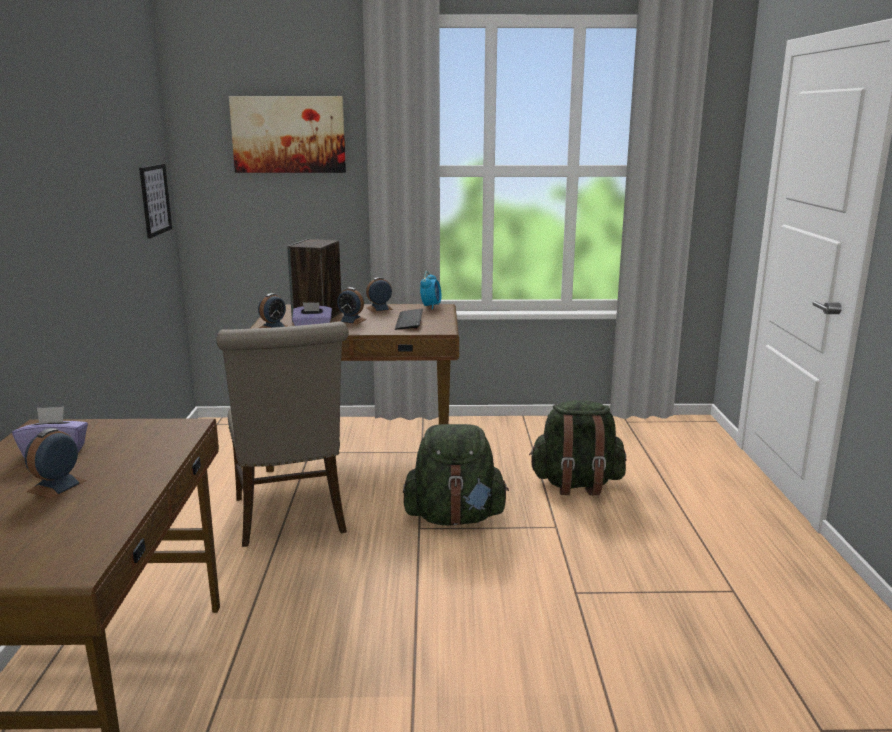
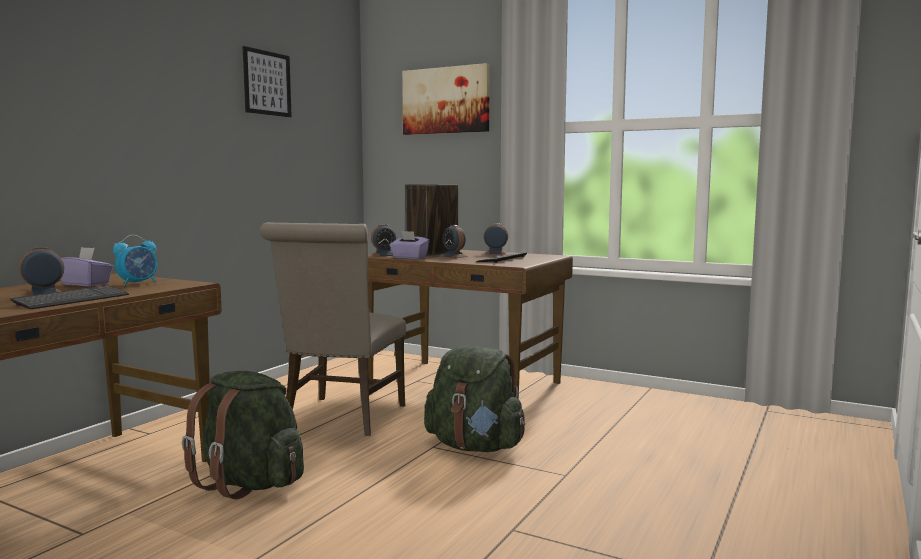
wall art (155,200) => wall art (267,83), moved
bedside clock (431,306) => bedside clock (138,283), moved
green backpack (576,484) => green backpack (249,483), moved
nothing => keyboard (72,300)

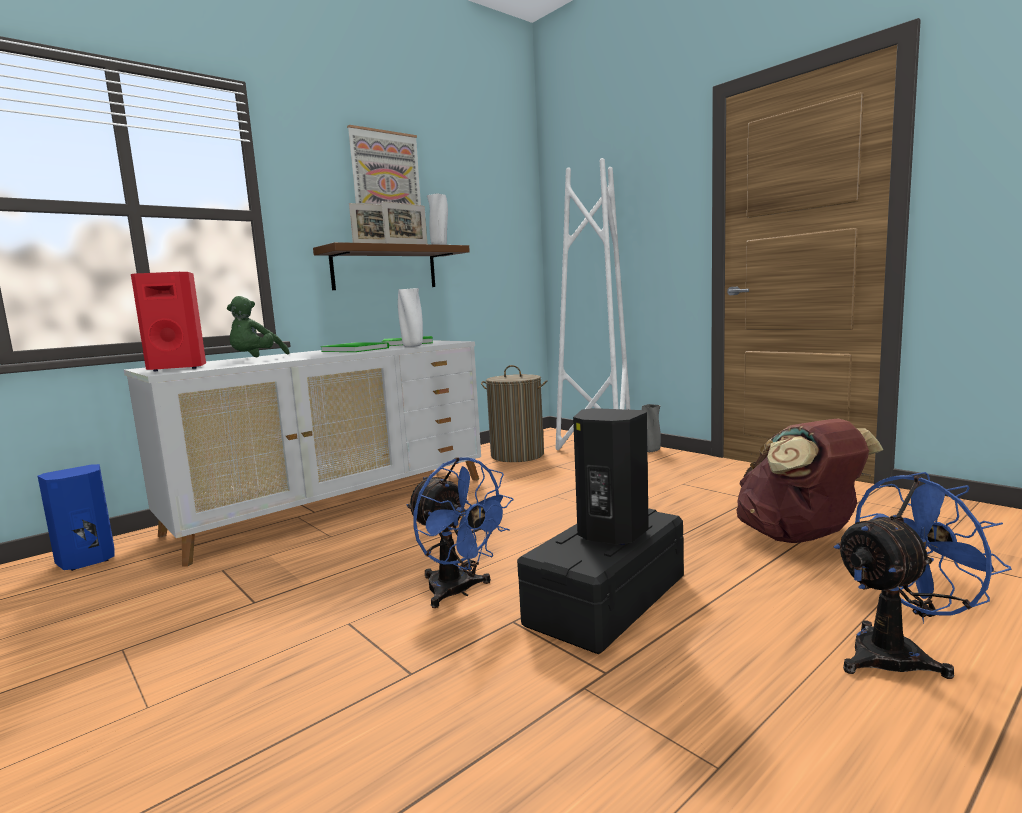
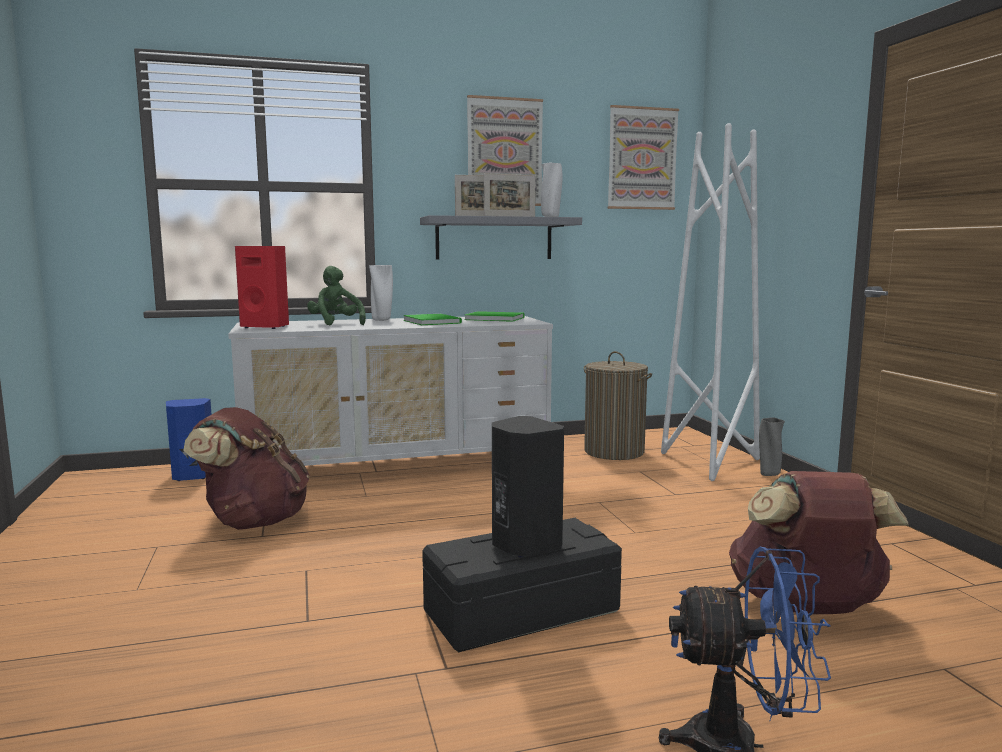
green soft toy (256,359) => green soft toy (336,324), 105 degrees clockwise
brownish bracket shelf (384,268) => greyish bracket shelf (494,238)
white-coloured flower vase (412,346) => white-coloured flower vase (382,320), moved
bluish cooling fan (458,592) => nothing
nothing => brownish backpack (253,521)
nothing => wall art (642,159)

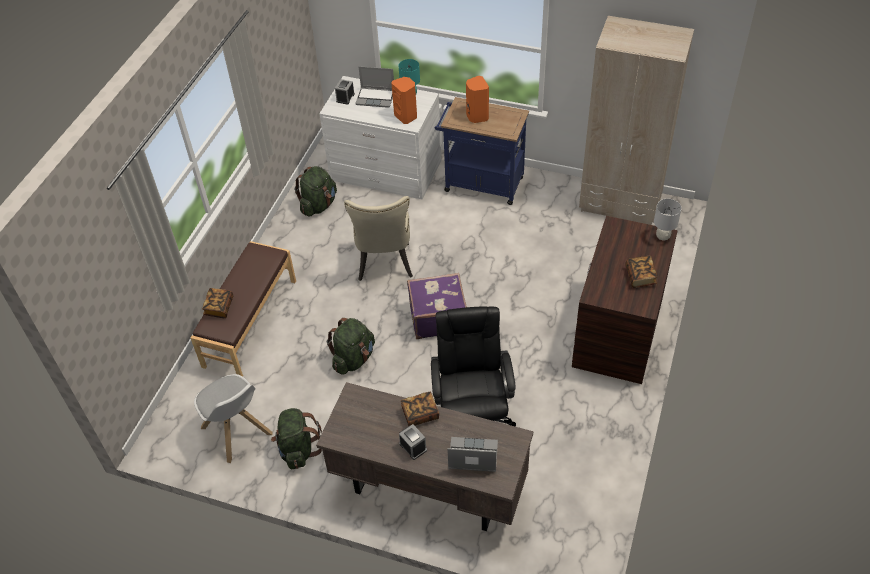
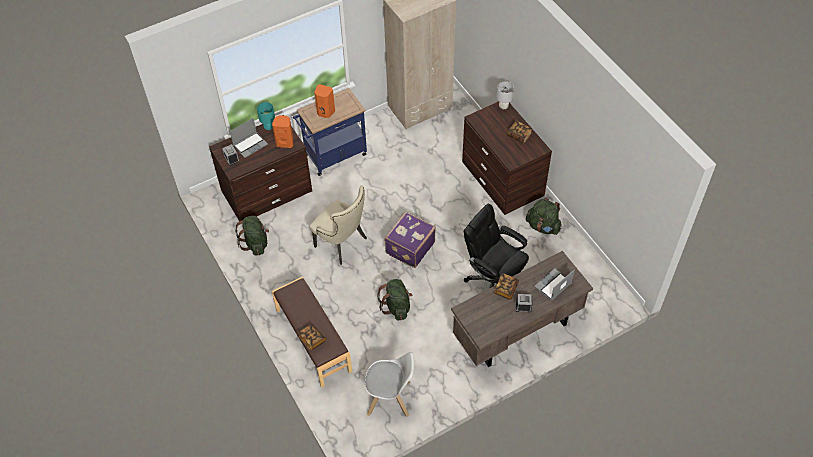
green backpack (298,449) => green backpack (543,226), moved
white-coloured chest of drawers (386,170) => brownish chest of drawers (266,190)

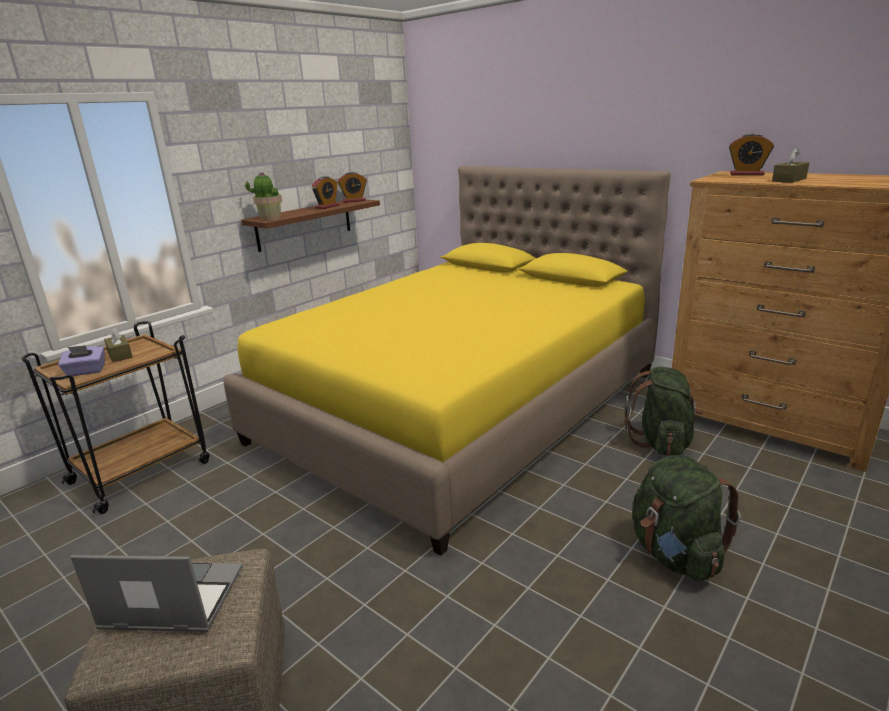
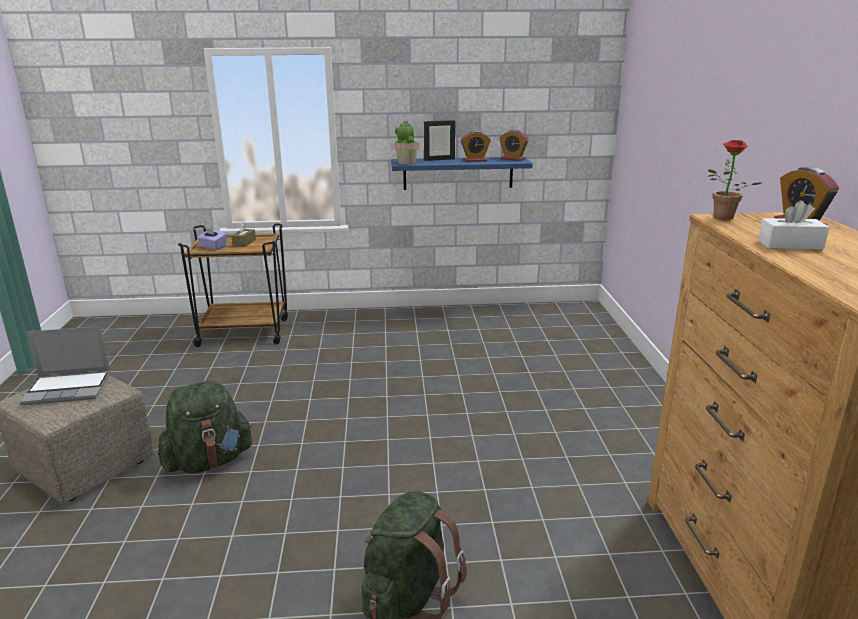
notebook computer (171,601) => notebook computer (69,388), 120 degrees clockwise
yellowish bedroom bed (462,406) => nothing
brownish bracket shelf (304,224) => bluish bracket shelf (458,173)
green backpack (661,442) => green backpack (209,461), moved
brownish tissue holder (789,180) => white-coloured tissue holder (790,244)
nothing => picture frame (439,159)
nothing => houseplant (721,218)

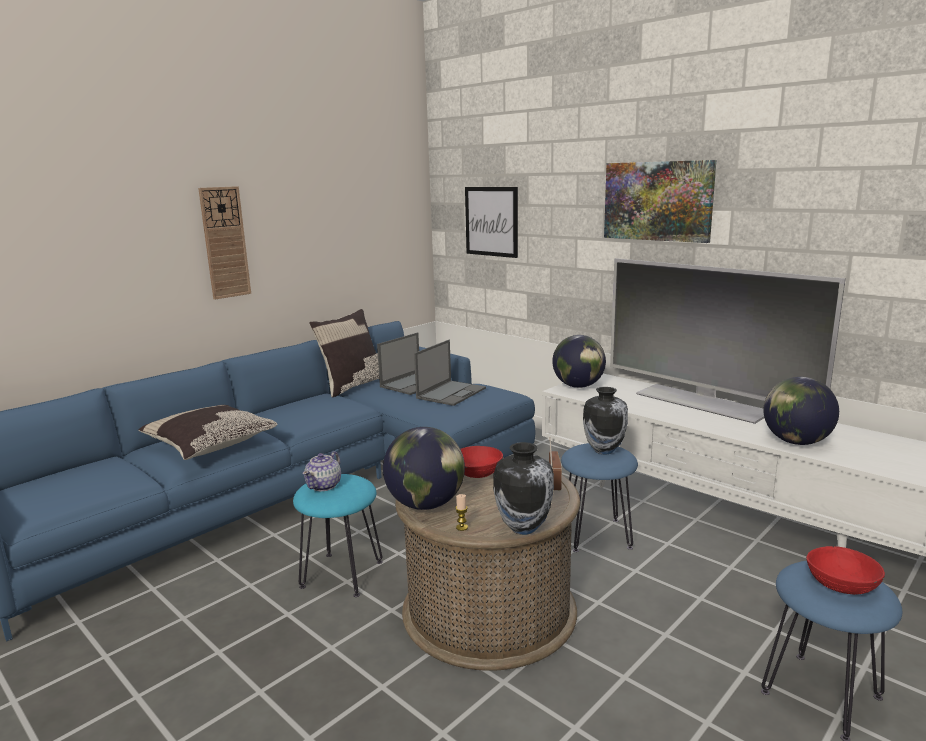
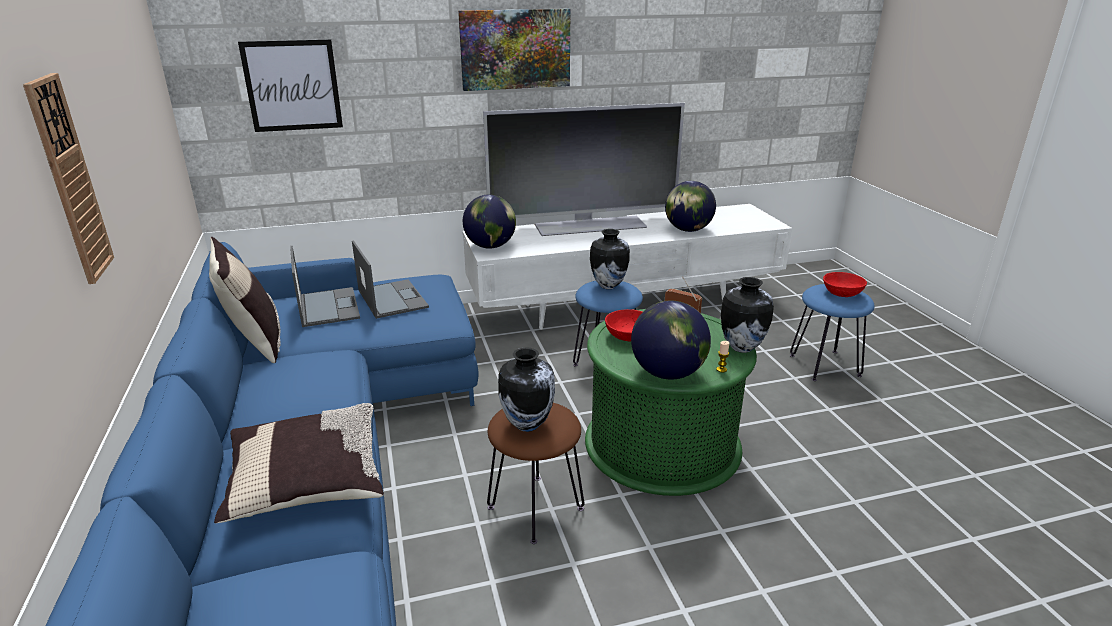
turquoise-coloured sitting stool (342,574) => brownish sitting stool (535,508)
tea pot (324,485) => flower vase (527,424)
brownish coffee table (489,609) => green coffee table (662,444)

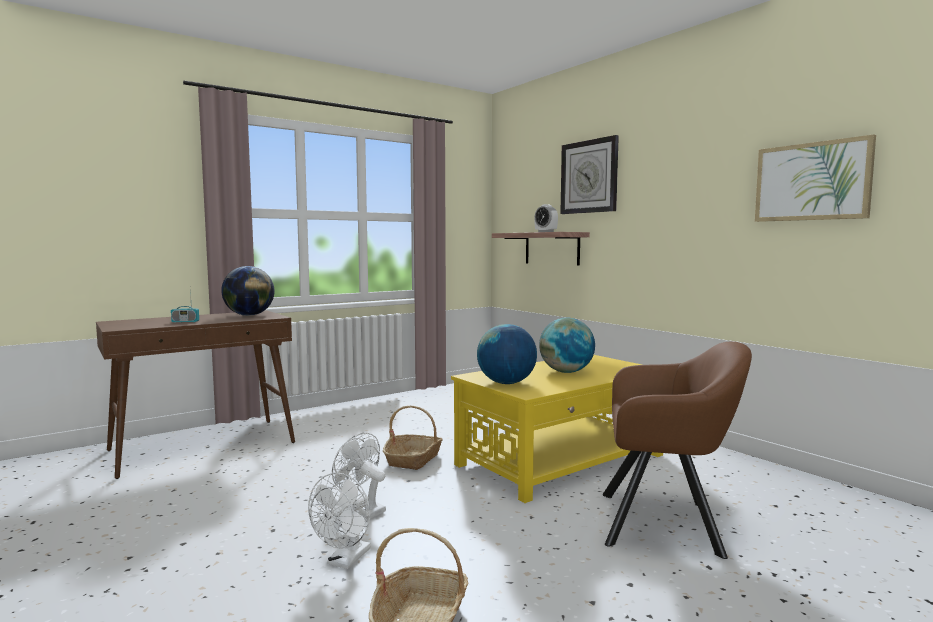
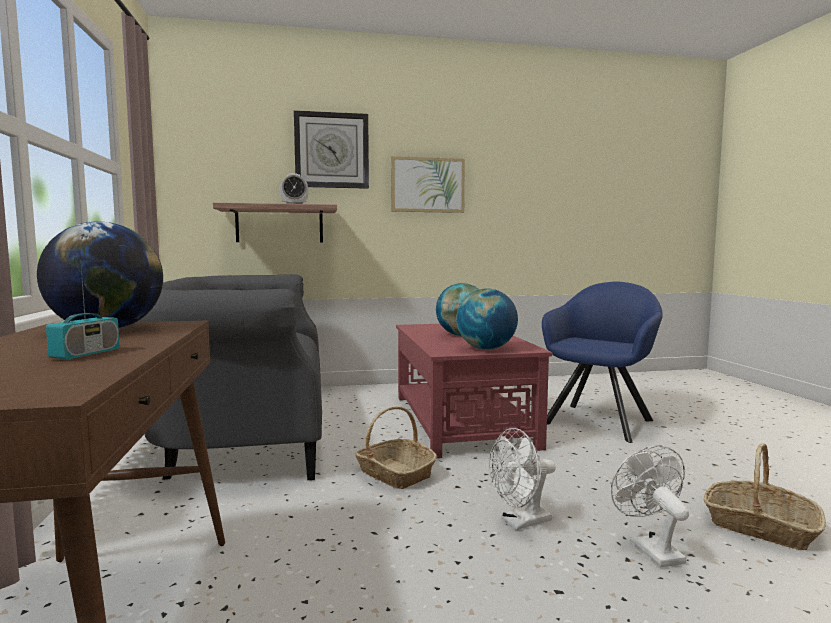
white-coloured cooling fan (345,560) => white-coloured cooling fan (650,548), 150 degrees counterclockwise
yellowish coffee table (562,460) => red coffee table (461,420)
brownish lounge chair (668,524) => bluish lounge chair (600,420)
wall art (812,181) => wall art (427,185), moved
nothing => greyish sofa (245,431)

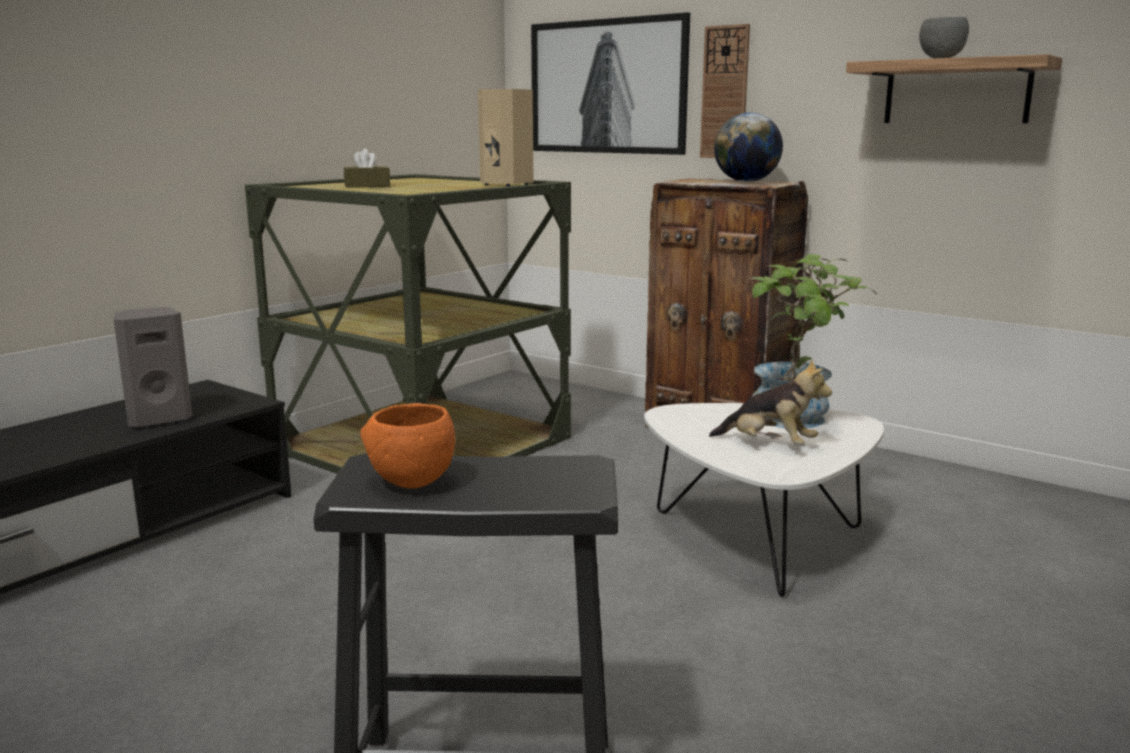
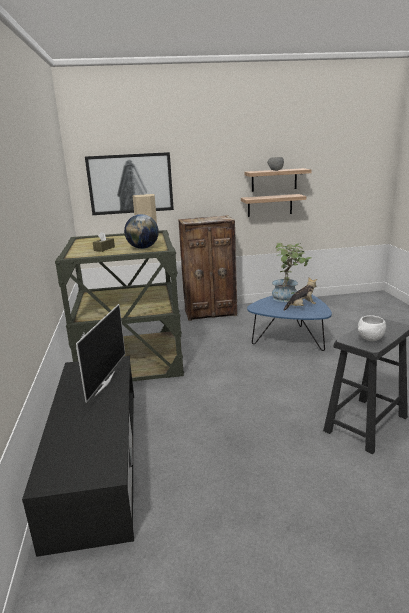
greyish loudspeaker (158,419) => TV set (104,383)
orange-coloured bowl (411,483) => white-coloured bowl (370,340)
white-coloured coffee table (757,541) => bluish coffee table (290,340)
hanging clock (725,93) => nothing
world globe (746,181) => world globe (143,248), moved
nothing => bracket shelf (270,205)

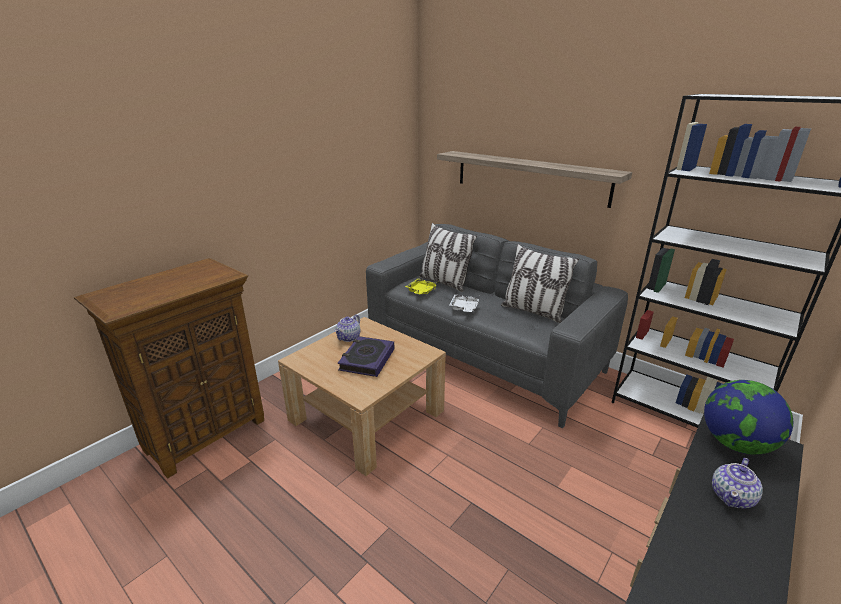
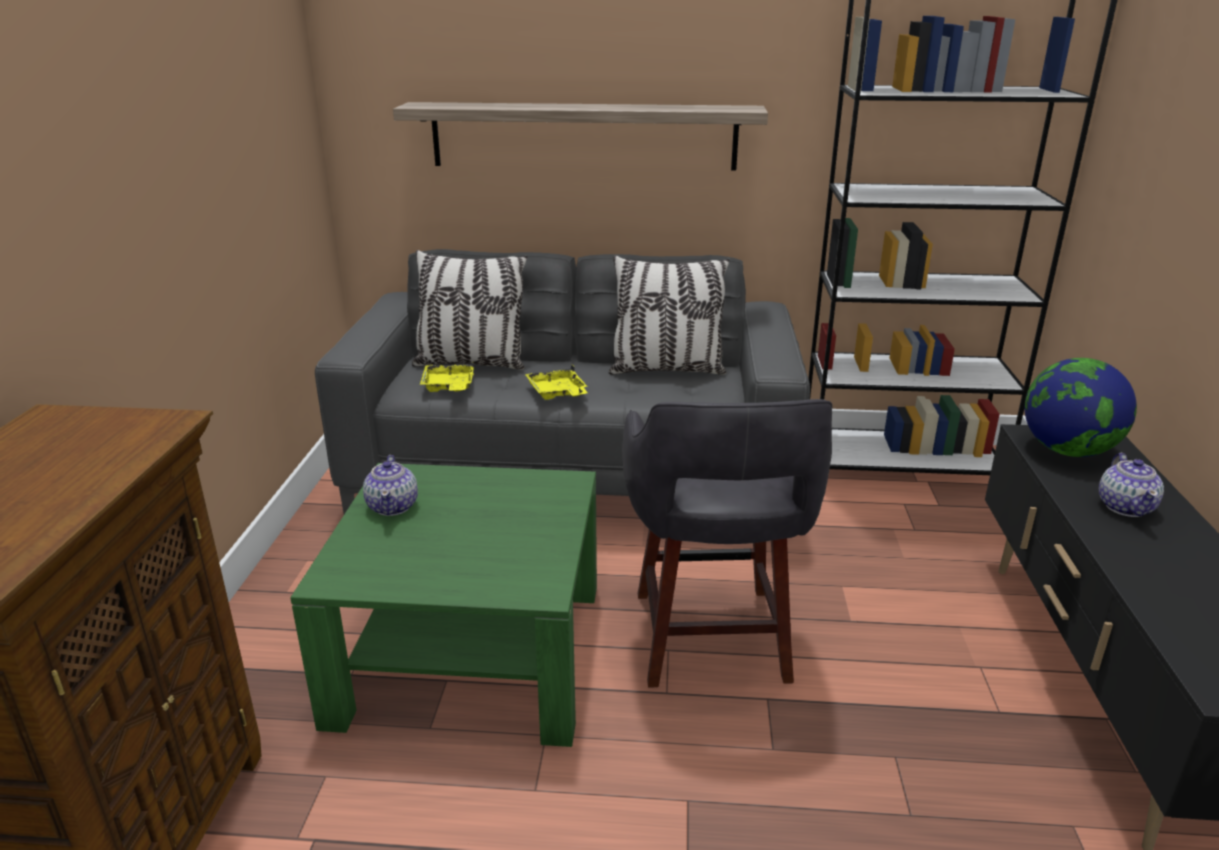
brownish coffee table (367,415) => green coffee table (471,652)
book (367,359) => nothing
white-coloured carrying tray (464,308) => yellowish carrying tray (557,393)
nothing => greyish sitting stool (710,642)

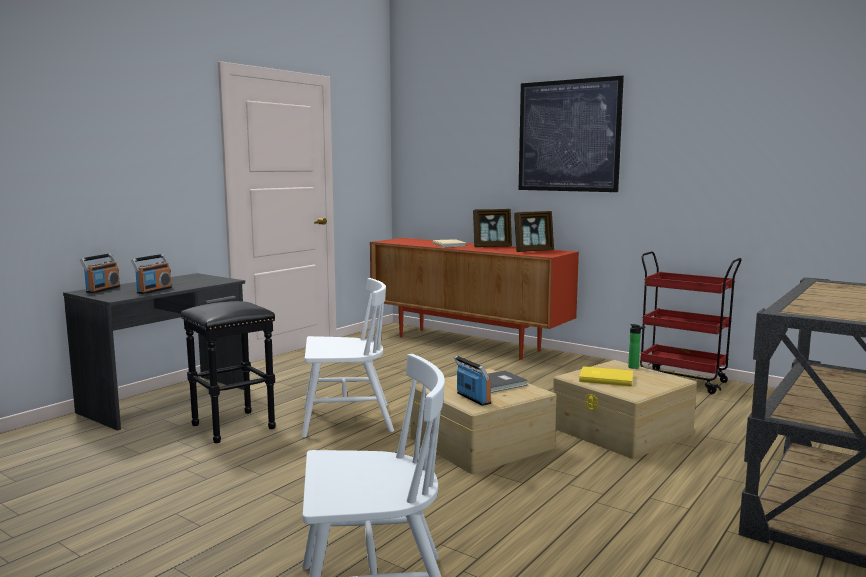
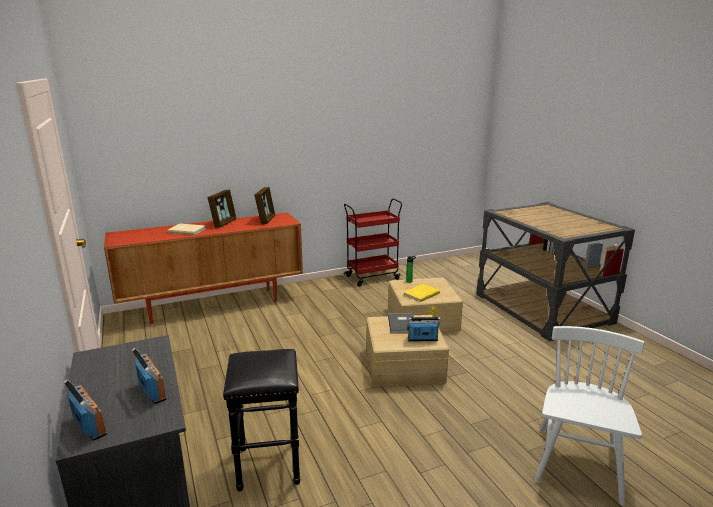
white-coloured plain chair (346,420) => nothing
wall art (568,136) => nothing

